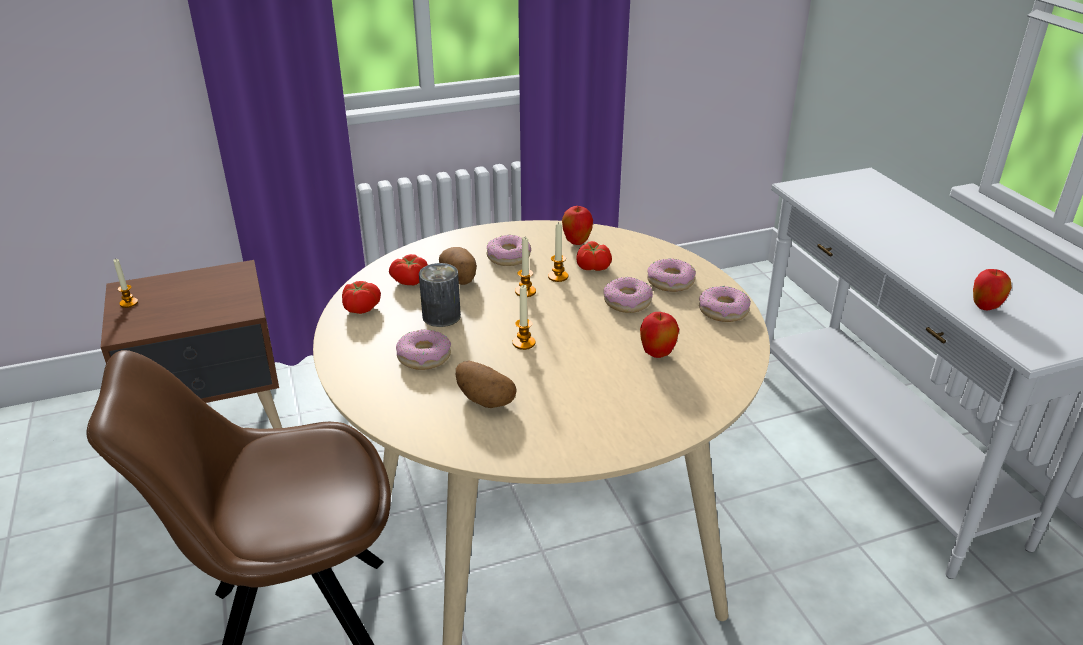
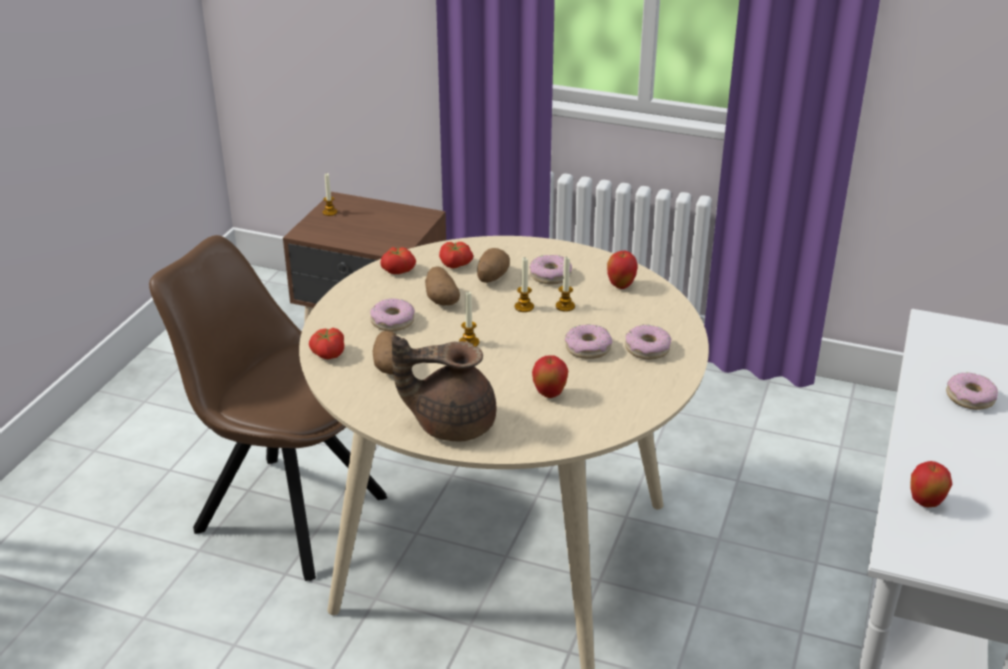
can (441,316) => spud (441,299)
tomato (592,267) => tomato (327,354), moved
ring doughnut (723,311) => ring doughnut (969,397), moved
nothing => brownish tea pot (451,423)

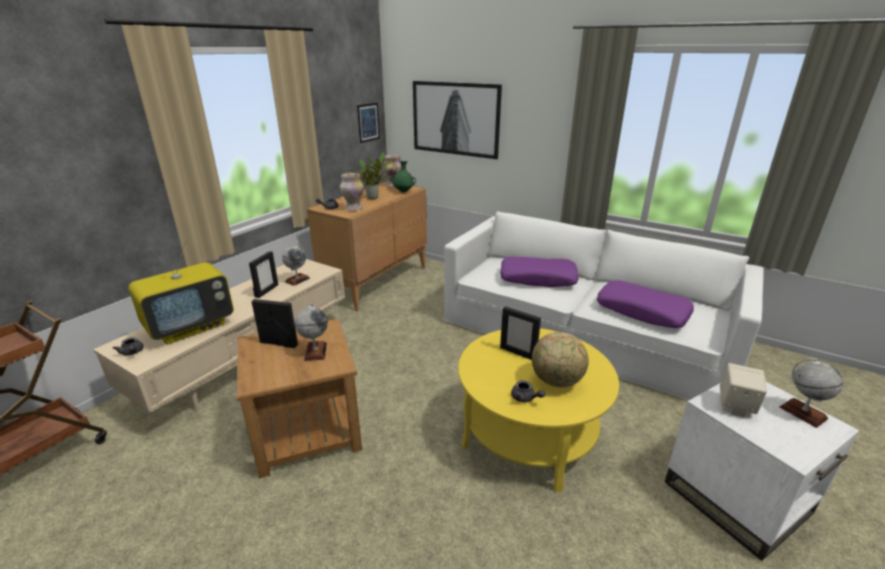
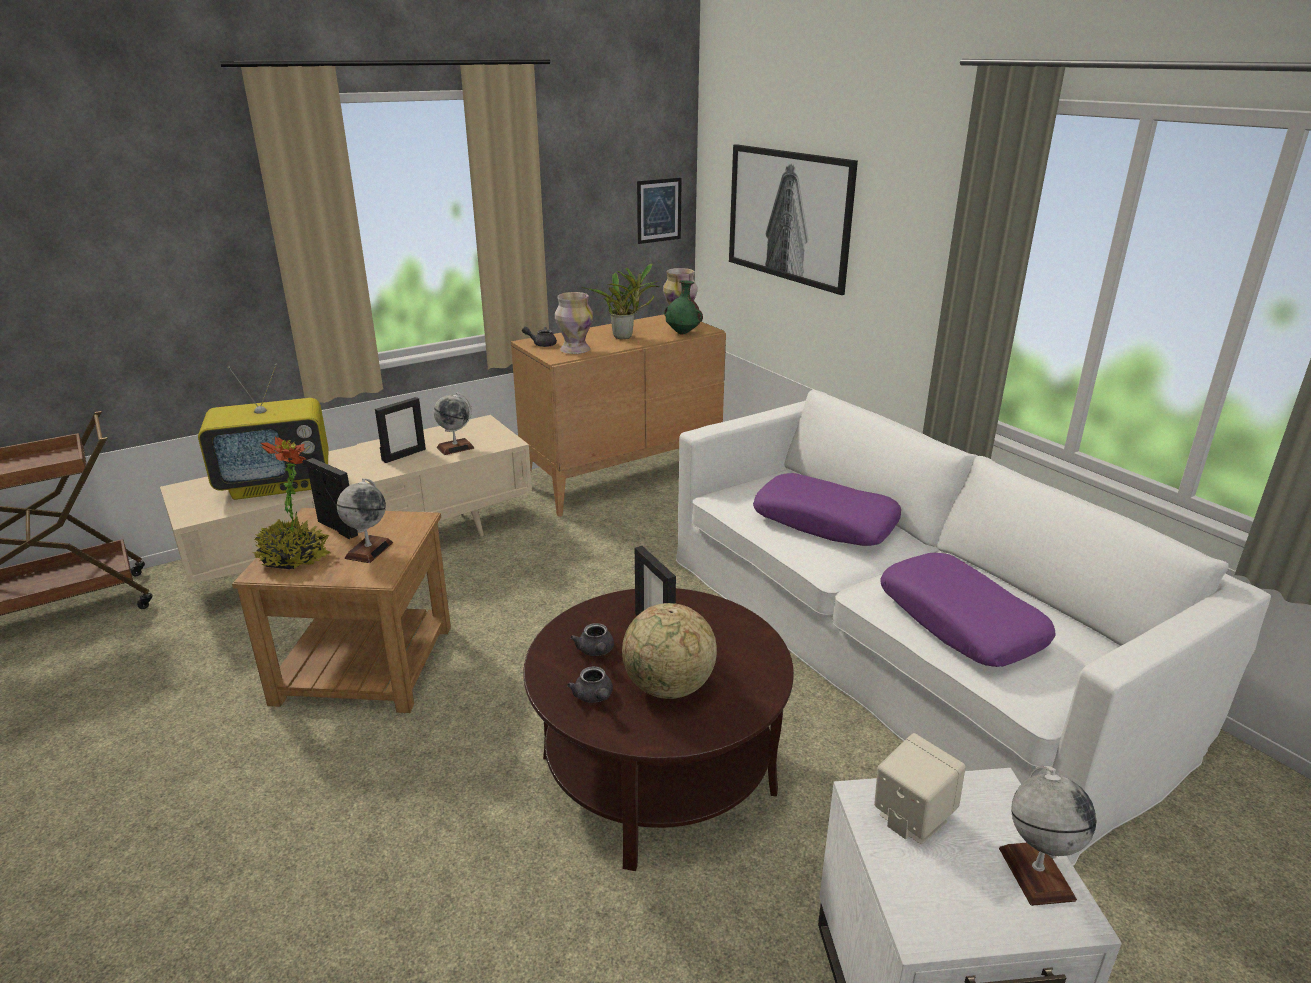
greyish tea pot (132,352) => greyish tea pot (596,651), moved
yellowish coffee table (529,434) => brownish coffee table (658,773)
nothing => houseplant (294,558)

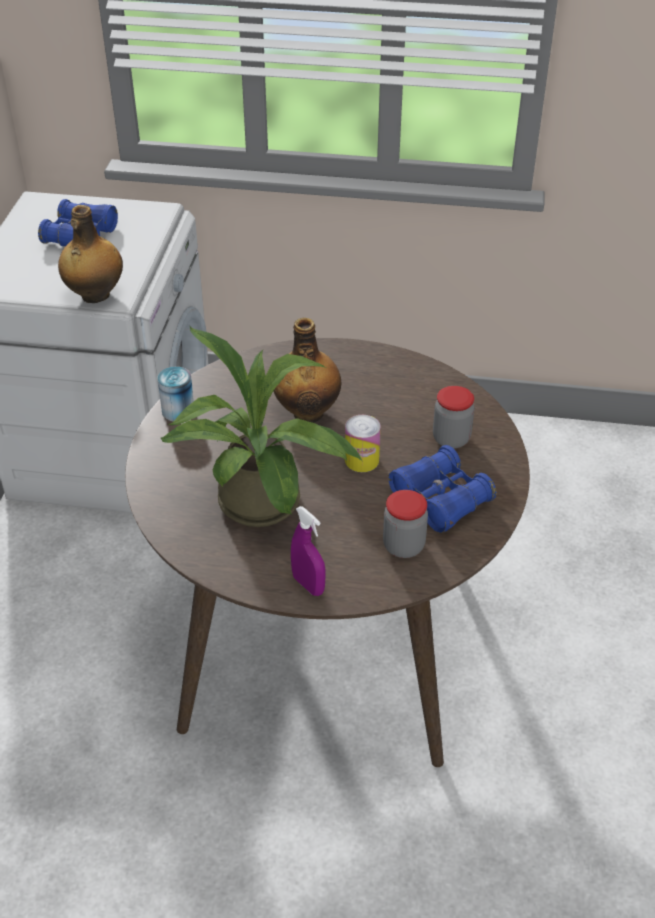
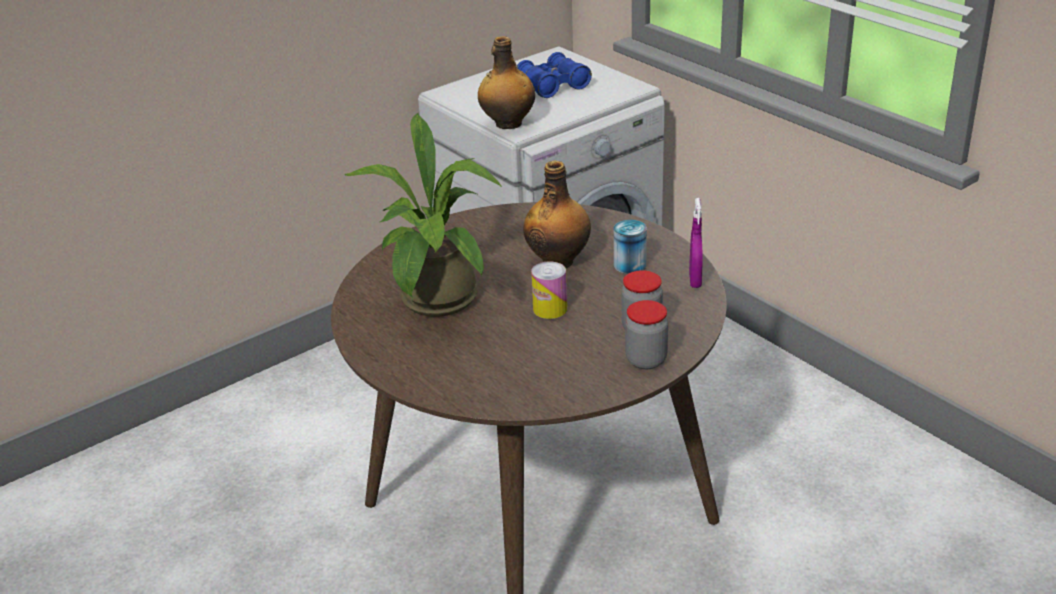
can (178,411) => can (629,265), moved
purple-coloured hand sprayer (308,585) => purple-coloured hand sprayer (695,280), moved
preserve jar (403,546) => preserve jar (646,360), moved
bluish field glasses (440,499) => nothing

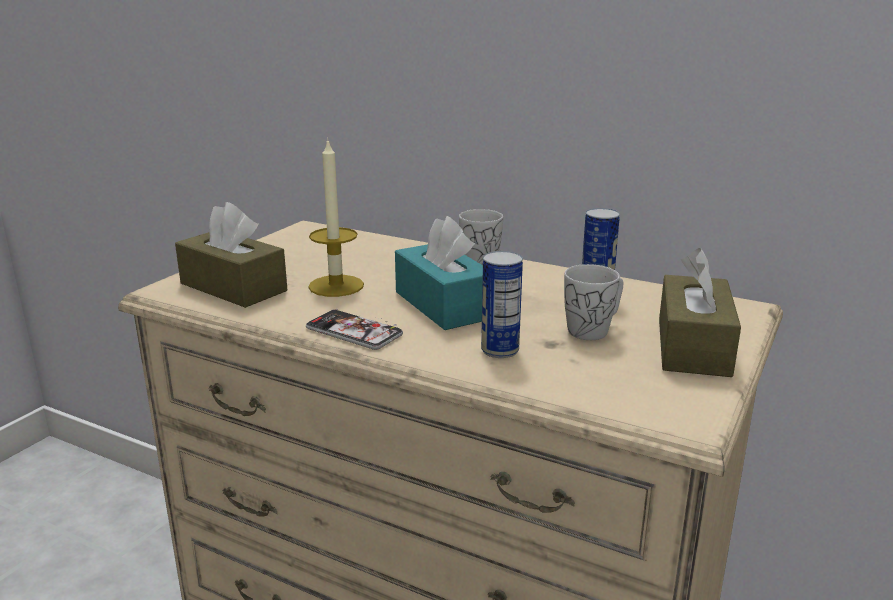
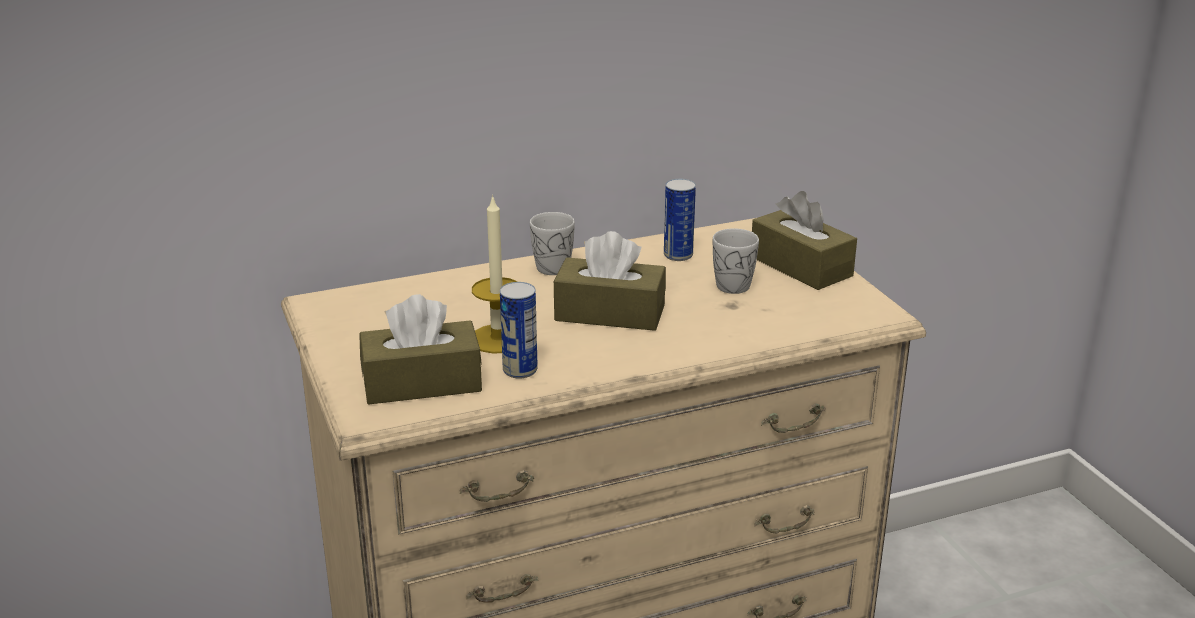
handset (354,331) => nothing
turquoise-coloured tissue holder (443,305) => brownish tissue holder (610,313)
can (500,350) => can (520,370), moved

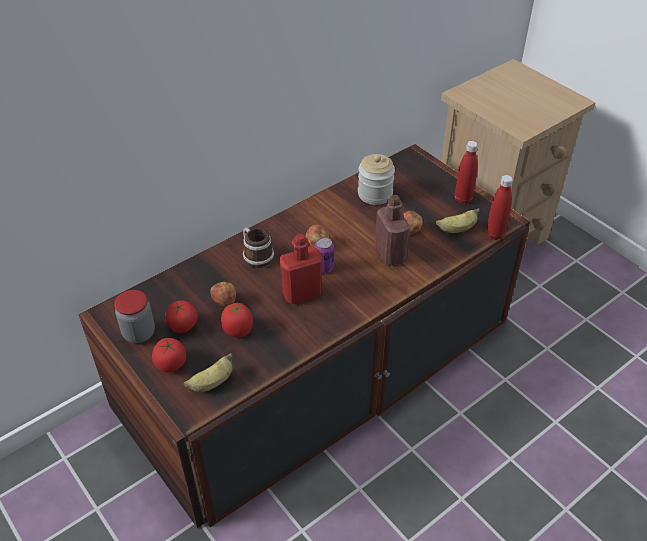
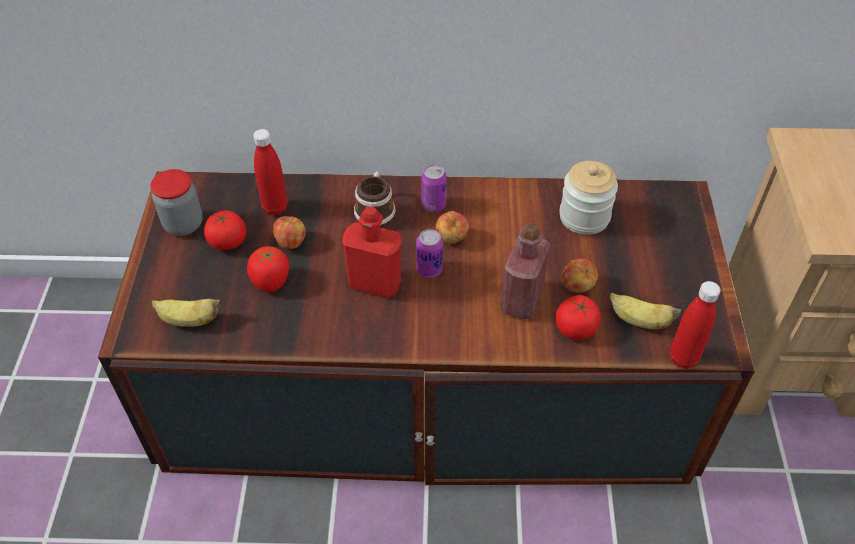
tomato (171,363) => tomato (576,328), moved
red drink bottle (463,199) => red drink bottle (275,208), moved
nothing => can (433,205)

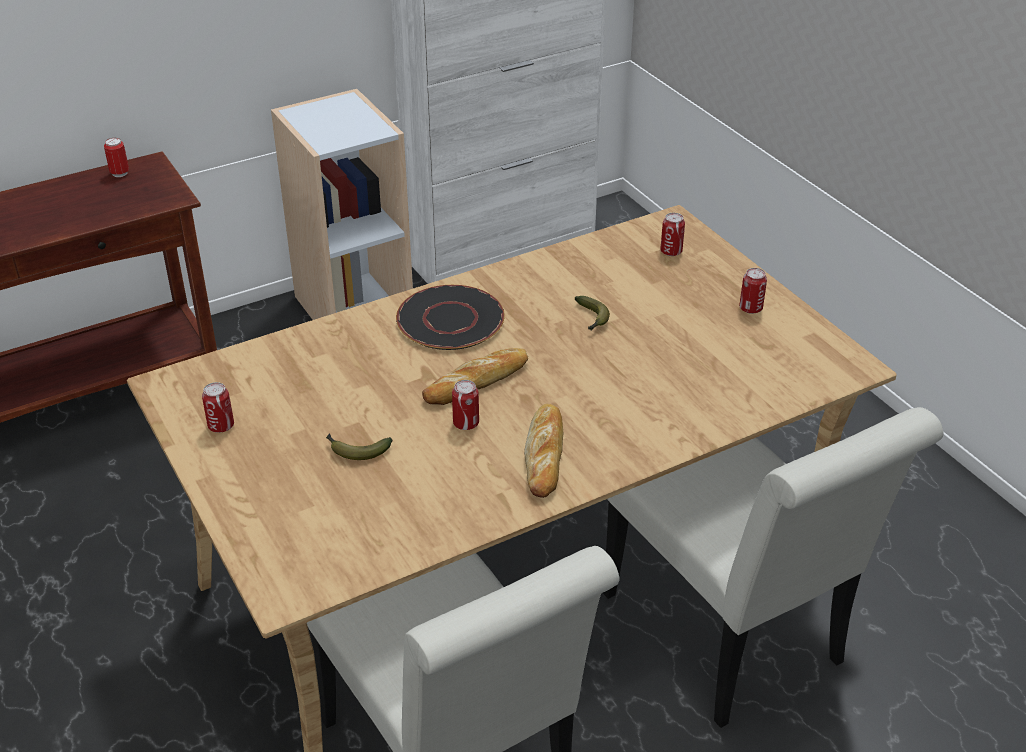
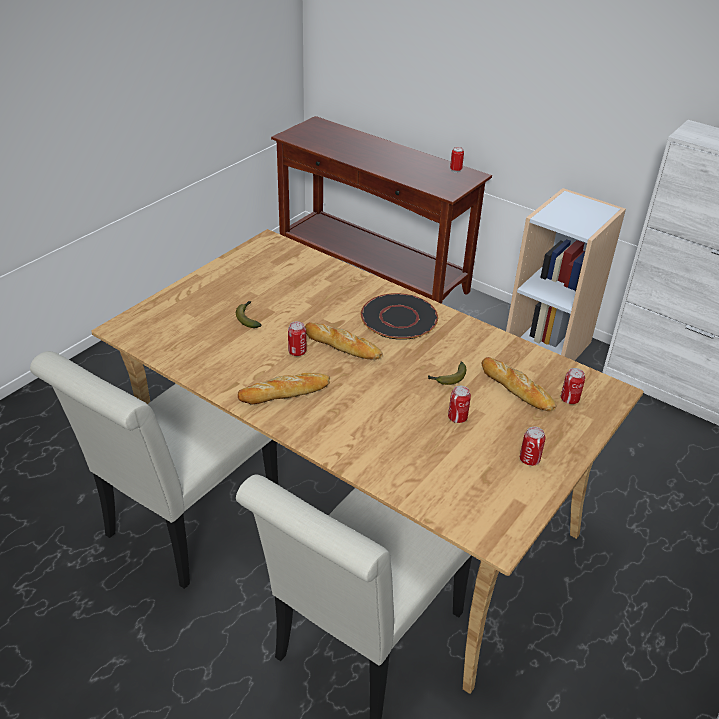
can (221,426) => can (457,417), moved
nothing => bakery bread (516,388)

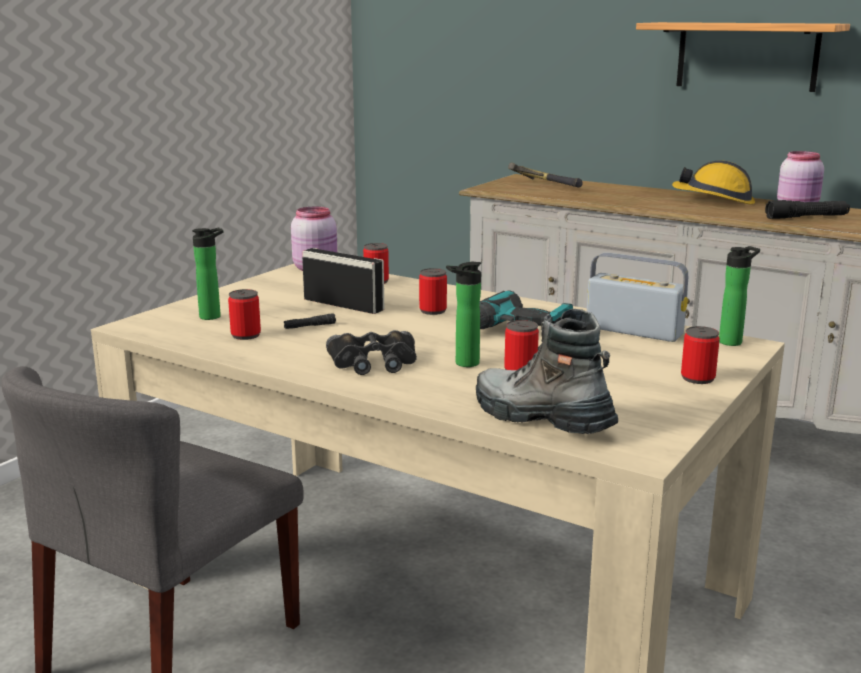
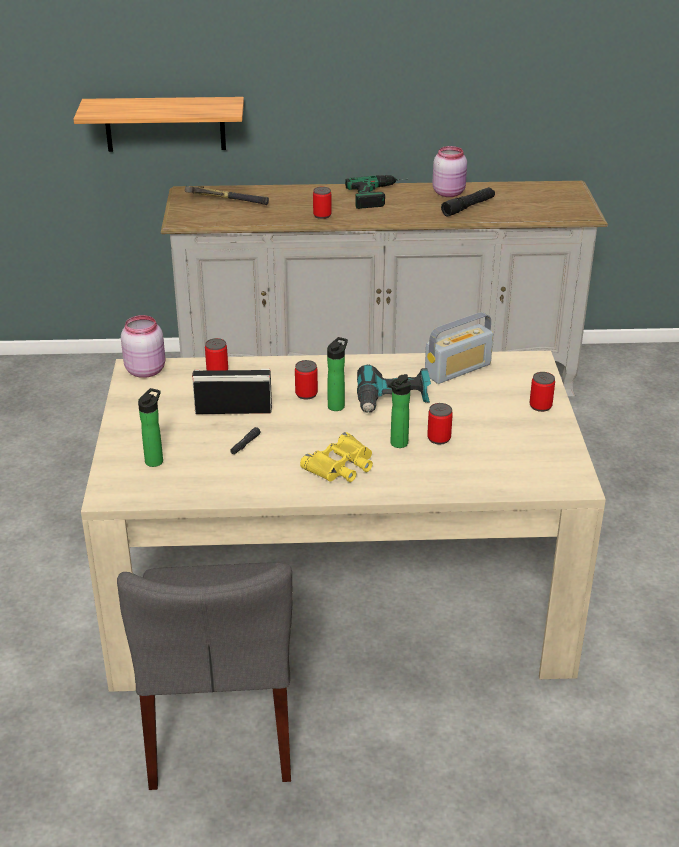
can (246,335) => can (322,215), moved
black-coloured field glasses (373,362) => yellowish field glasses (341,466)
high-top boot (541,418) => nothing
radio (633,331) => radio (458,370), 150 degrees clockwise
bracket shelf (747,56) => bracket shelf (165,124), moved
work helmet (714,200) => electric drill (381,195)
drink bottle (733,342) => drink bottle (337,405), moved

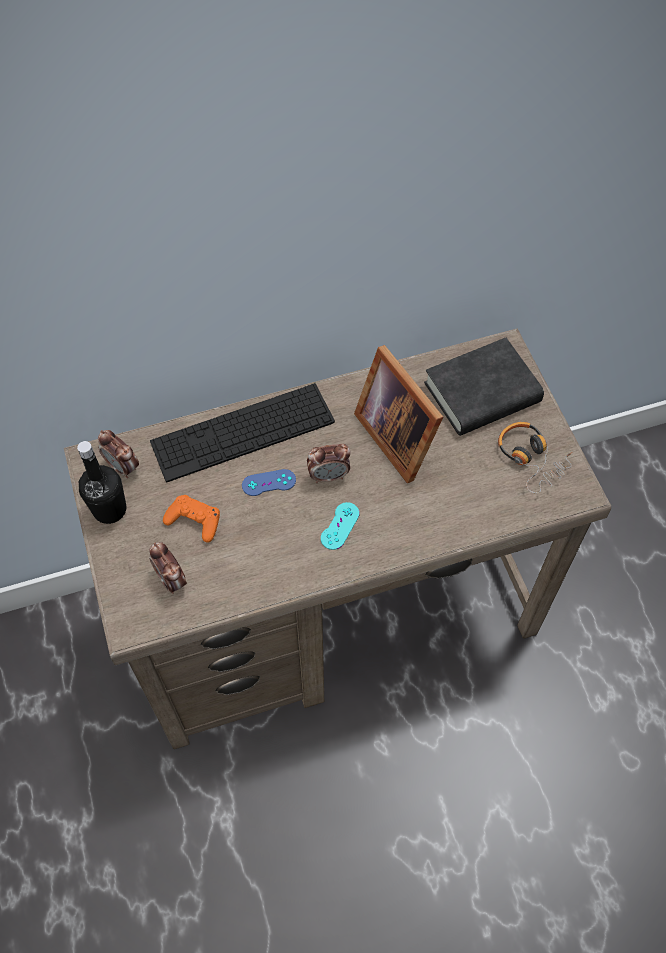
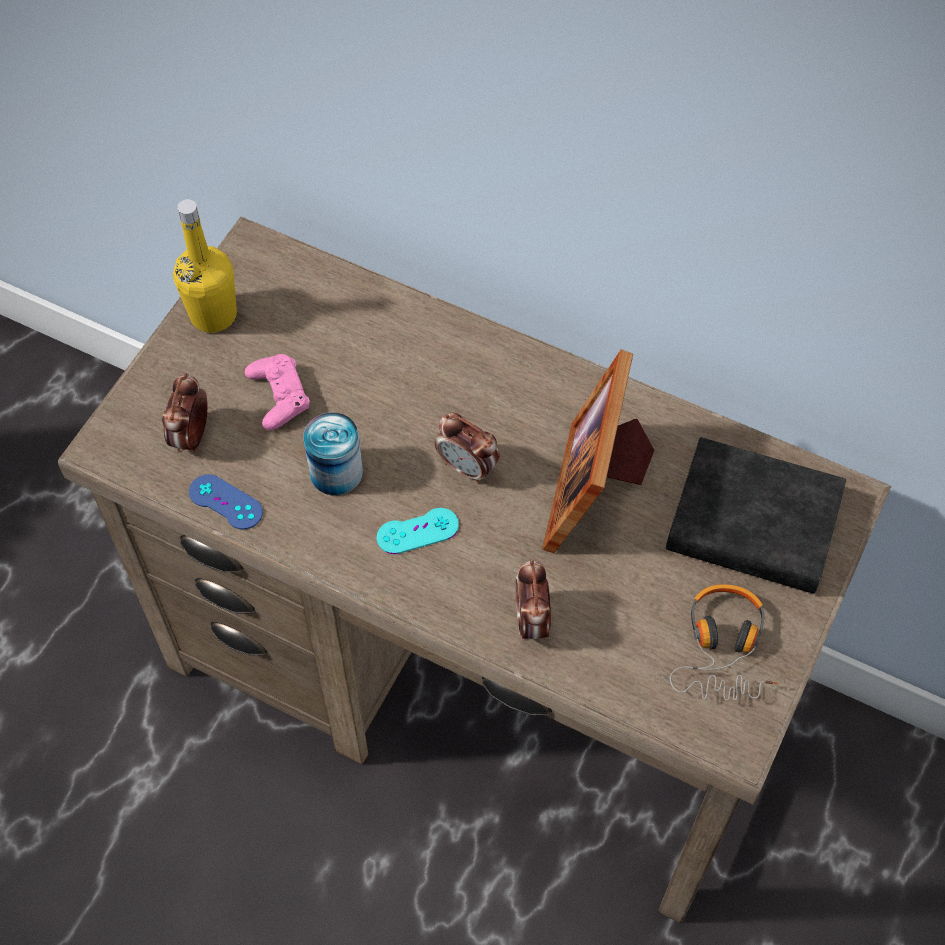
black-coloured drink bottle (110,509) => yellowish drink bottle (213,315)
bedside clock (123,467) => bedside clock (531,621), moved
keyboard (243,432) => nothing
orange-coloured joypad (194,521) => pinkish joypad (279,396)
bluish joypad (269,483) => bluish joypad (225,502), moved
nothing => can (336,472)

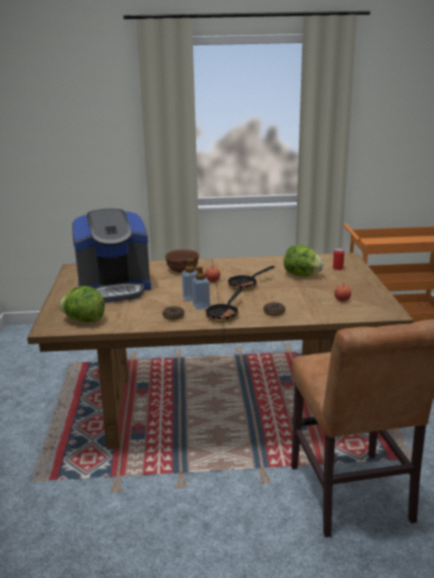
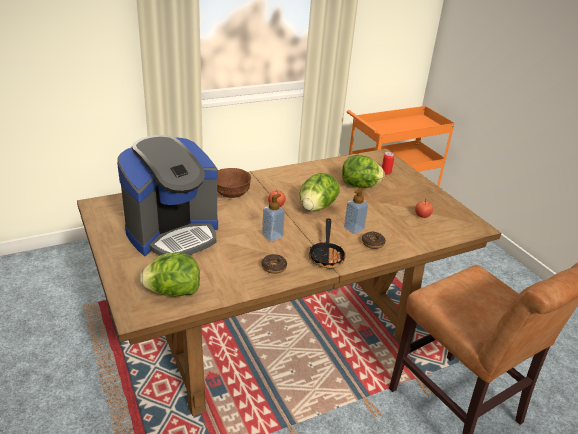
soap bottle (201,306) => soap bottle (353,228), moved
pan (246,285) => head of lettuce (316,208)

